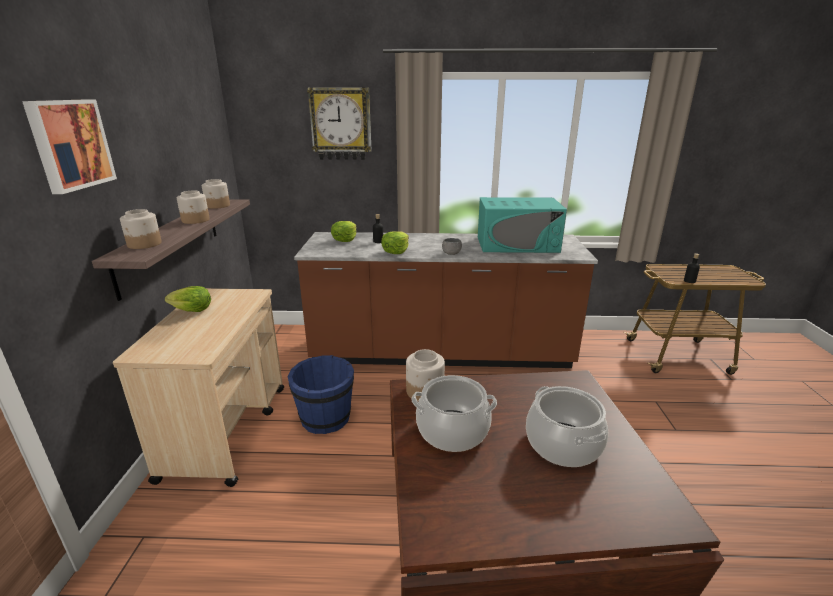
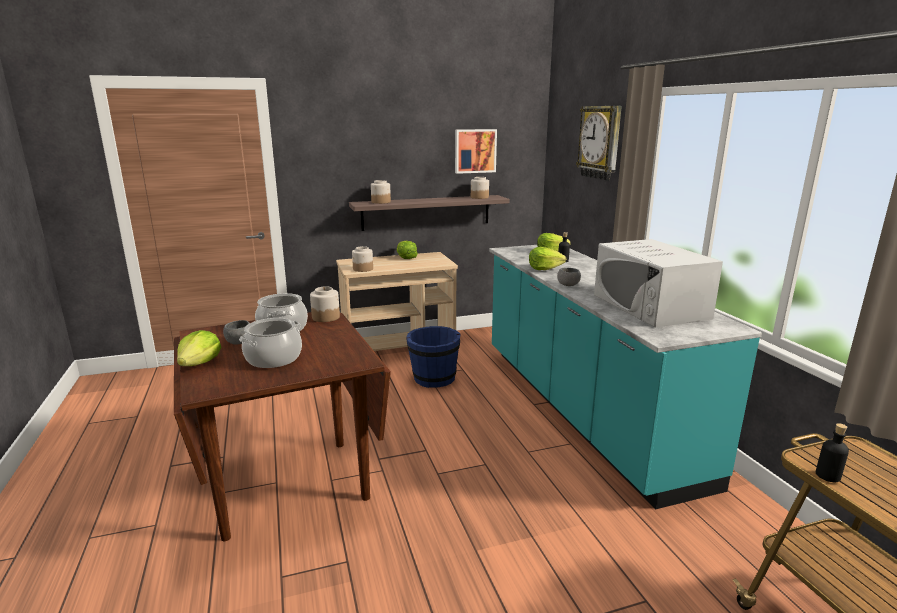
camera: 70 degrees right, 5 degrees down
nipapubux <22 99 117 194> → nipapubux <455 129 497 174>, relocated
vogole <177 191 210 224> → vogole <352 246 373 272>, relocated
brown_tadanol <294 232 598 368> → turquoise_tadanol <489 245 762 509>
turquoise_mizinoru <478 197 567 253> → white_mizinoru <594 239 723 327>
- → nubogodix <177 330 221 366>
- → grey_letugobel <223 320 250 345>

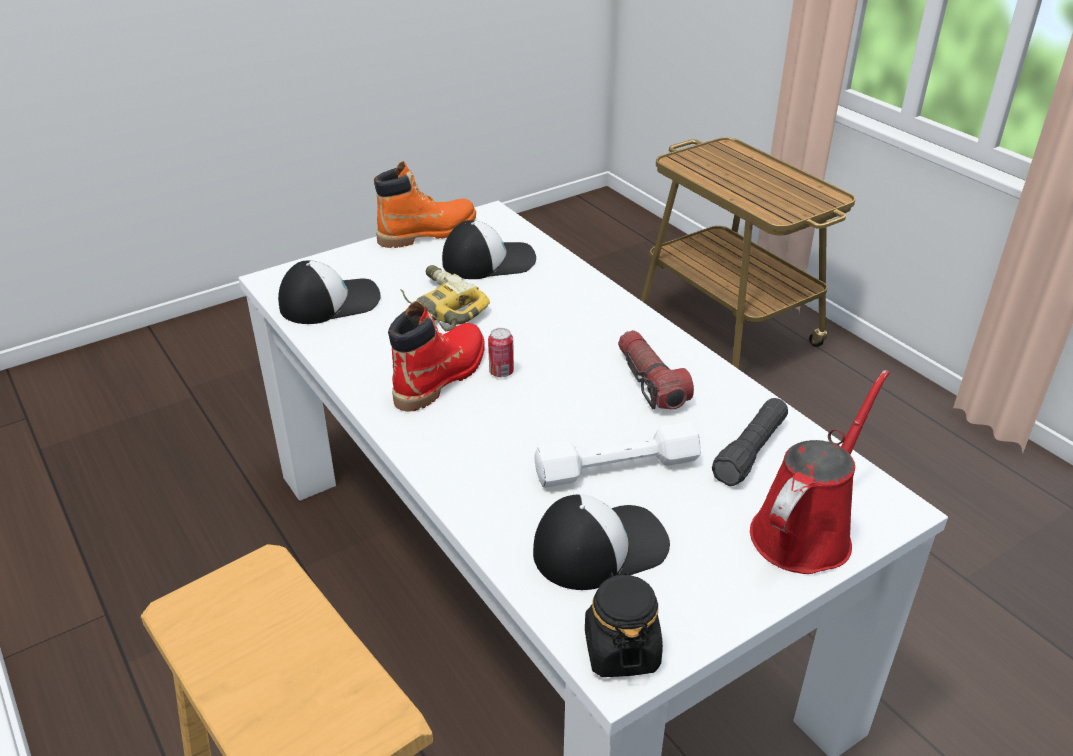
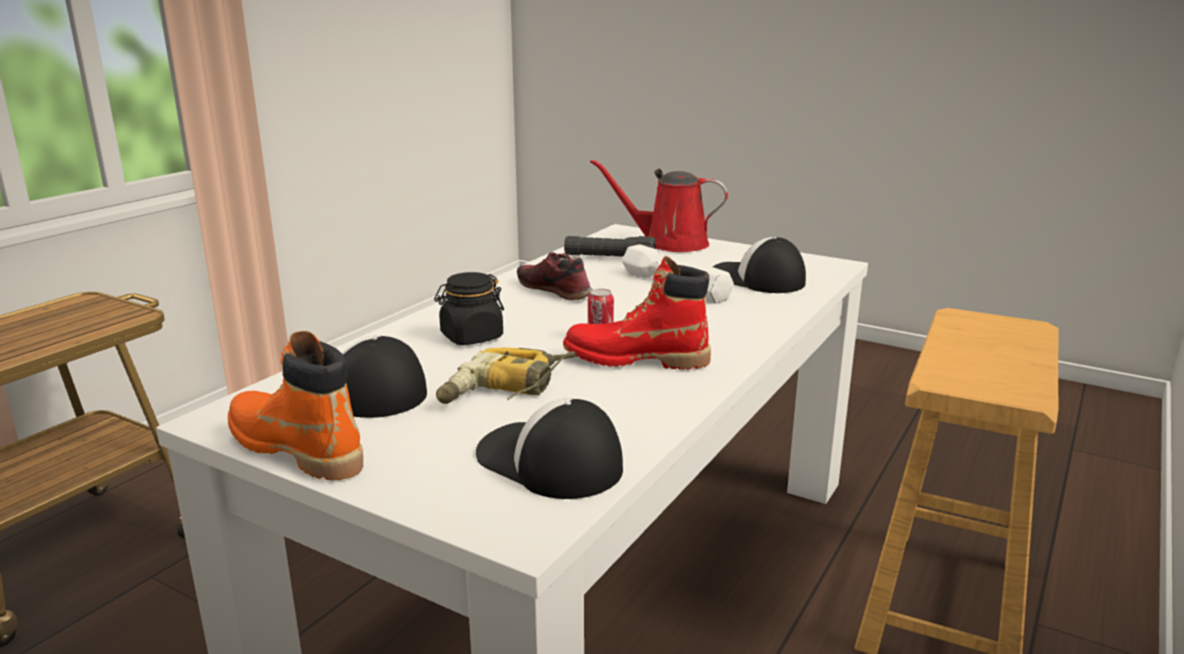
camera: 115 degrees left, 15 degrees down
black_vogole <585 571 663 677> → black_vogole <434 272 504 345>, relocated
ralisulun <618 330 694 410> → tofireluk <517 252 593 300>

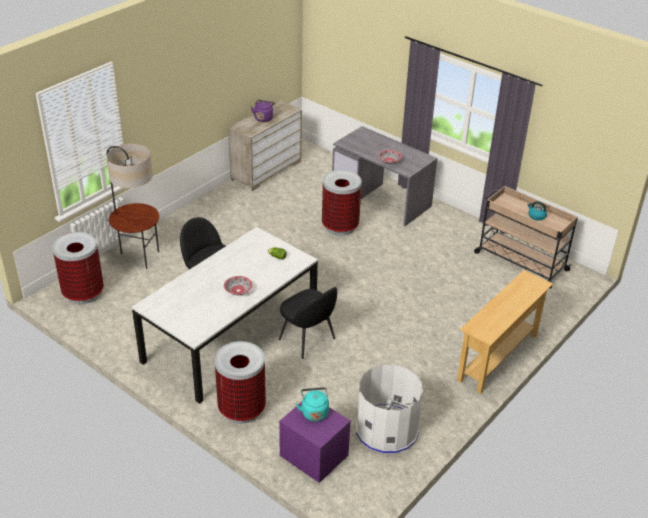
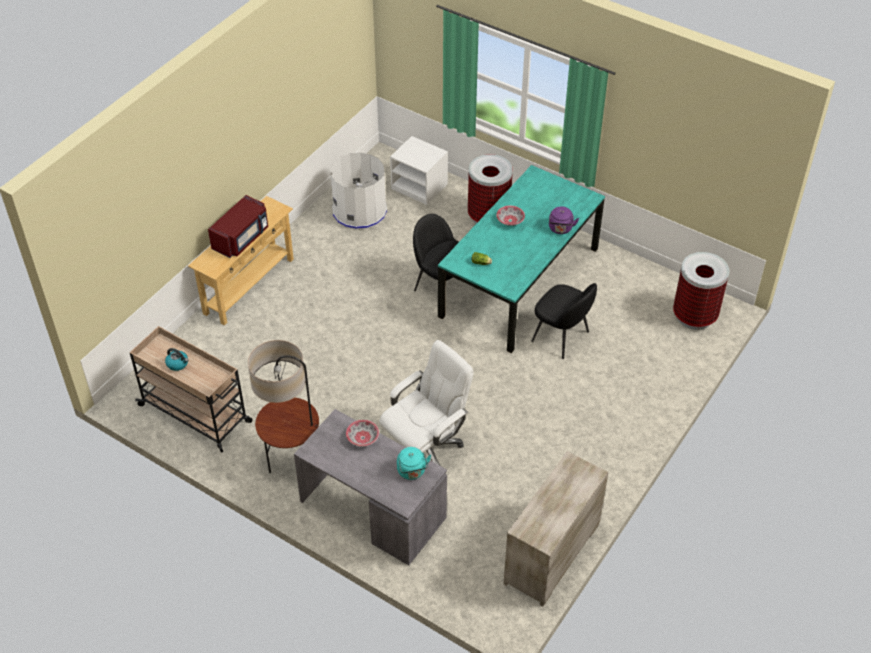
camera: 175 degrees right, 10 degrees up
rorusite <107 144 159 269> → rorusite <248 340 319 473>, relocated
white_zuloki <132 227 318 404> → turquoise_zuloki <438 165 605 353>
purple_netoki <251 100 275 122> → purple_netoki <549 206 579 234>, relocated
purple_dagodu <279 402 351 483> → white_dagodu <390 136 448 205>
turquoise_netoki <296 387 329 422> → turquoise_netoki <397 447 431 480>, relocated
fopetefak <322 170 362 236> → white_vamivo <379 340 474 466>
- → red_mizinoru <208 195 268 258>

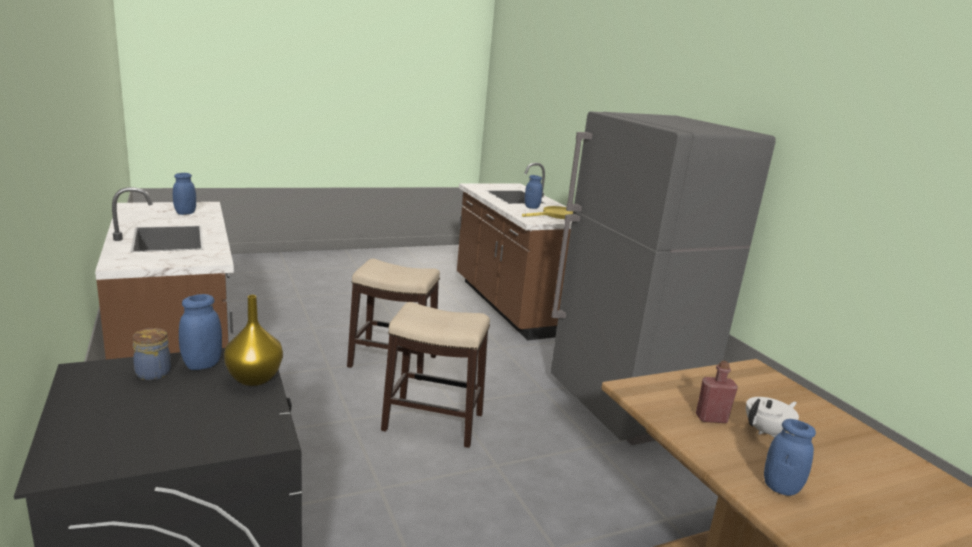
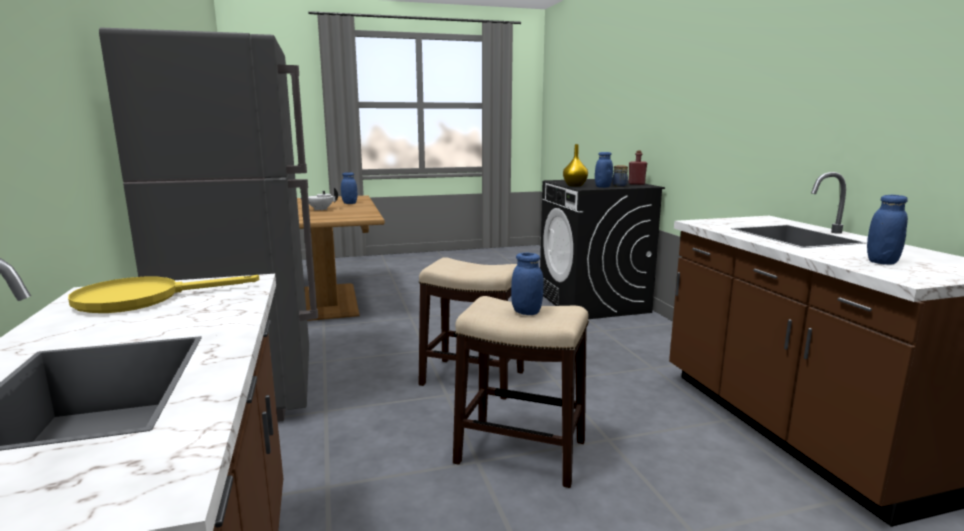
camera: 170 degrees left, 5 degrees down
blue_vogole <525 175 542 209> → blue_vogole <511 253 544 315>, relocated
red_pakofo <696 361 738 423> → red_pakofo <628 150 647 185>, relocated

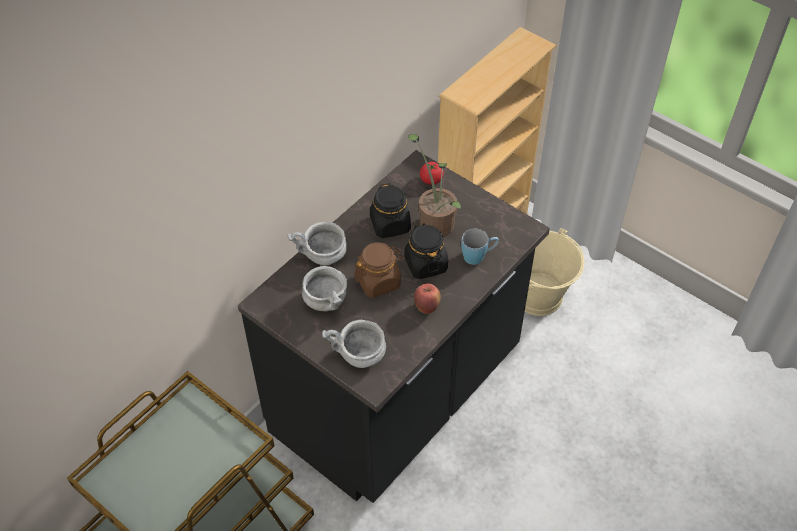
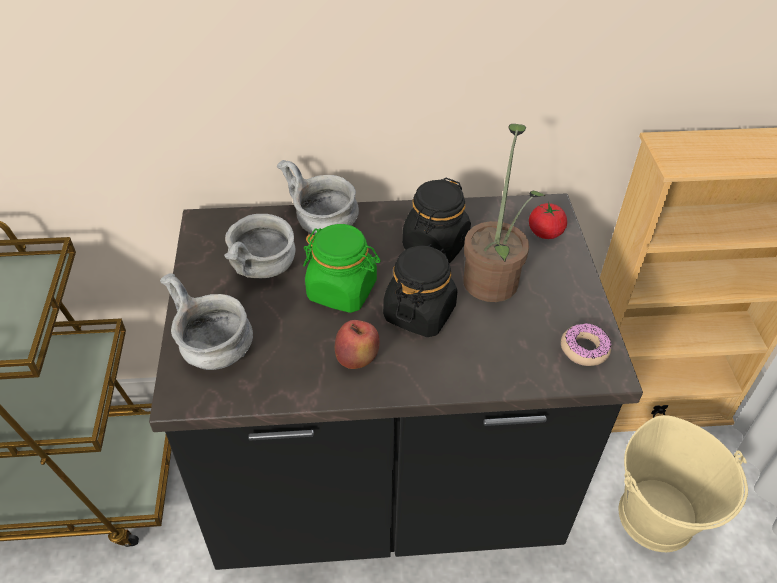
camera: 45 degrees right, 5 degrees down
brown_vogole <354 243 403 298> → green_vogole <303 224 381 313>
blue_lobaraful <461 229 499 265> → -
- → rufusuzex <561 323 611 366>

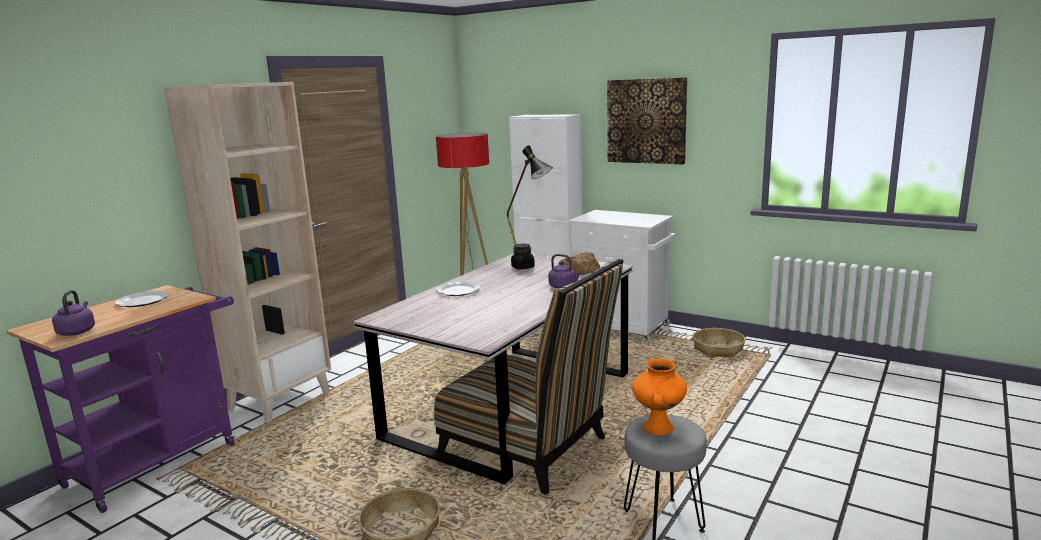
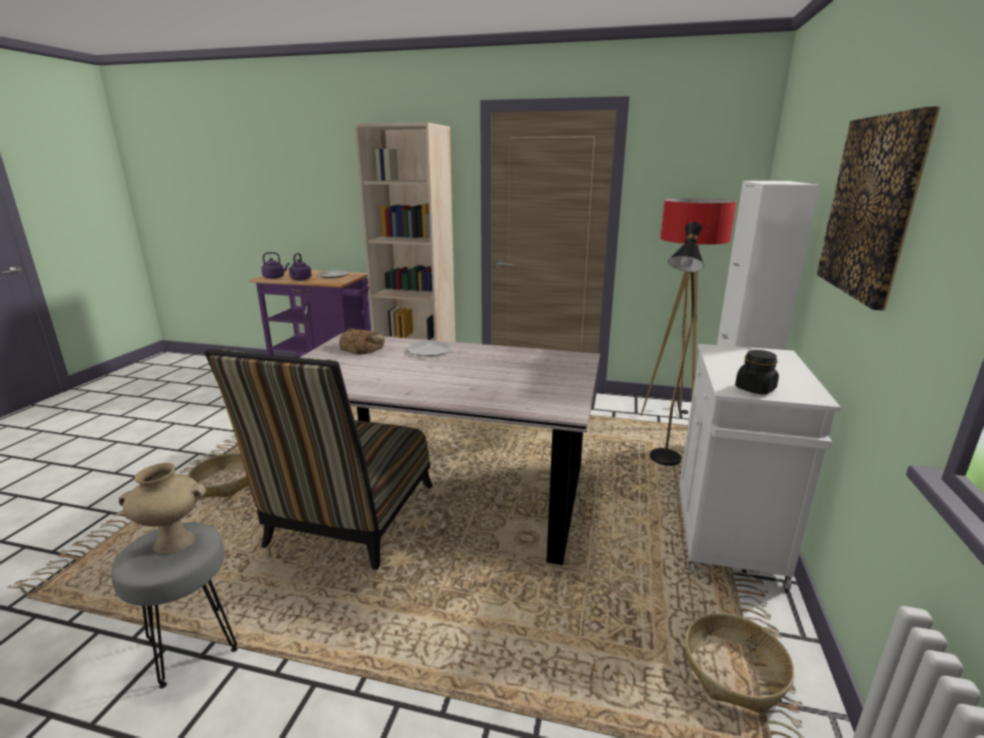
camera: 70 degrees right, 5 degrees up
black_vogole <511 244 535 269> → black_vogole <735 350 779 395>, relocated
purple_netoki <548 254 582 289> → purple_netoki <289 253 312 280>, relocated
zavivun <558 252 600 275> → zavivun <339 328 385 354>, relocated
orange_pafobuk <632 358 687 435> → beige_pafobuk <119 462 206 554>

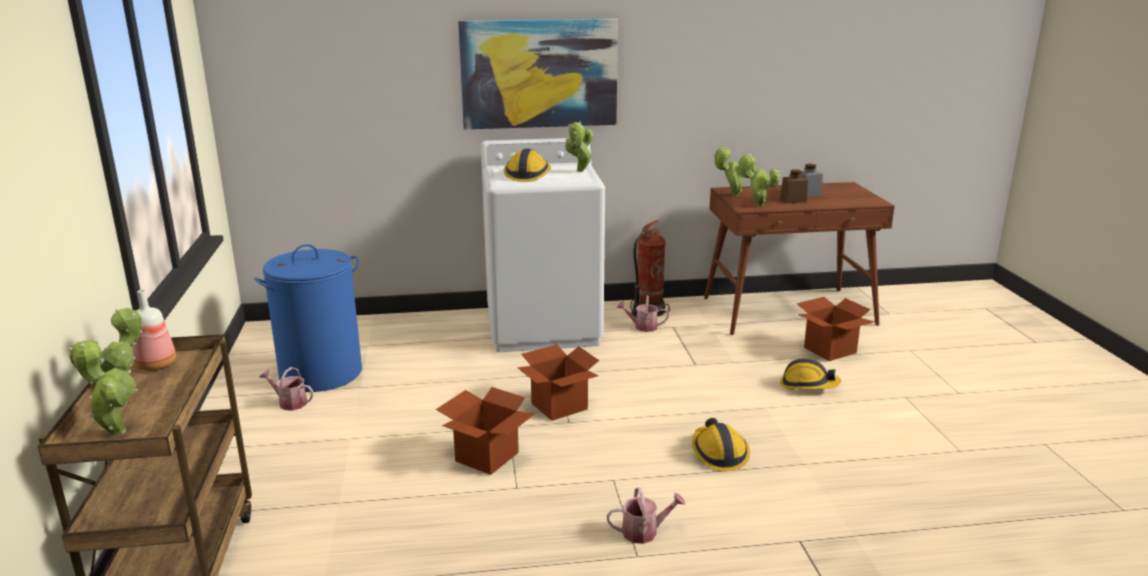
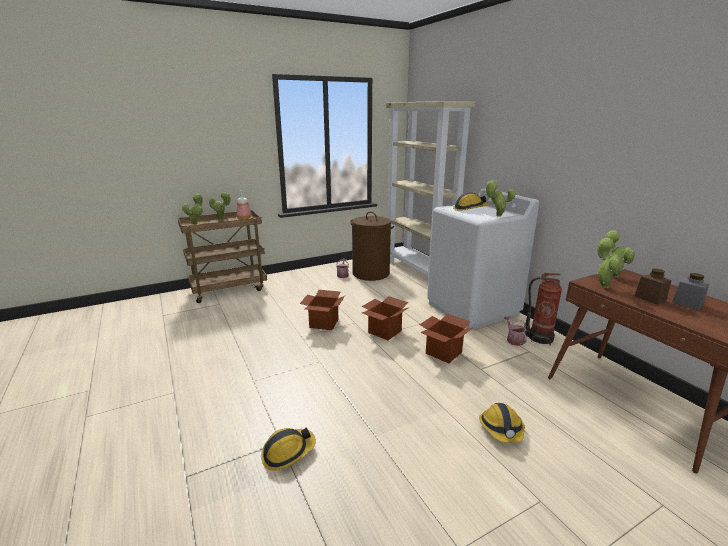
camera: 70 degrees right, 0 degrees up
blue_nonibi <254 244 362 392> → brown_nonibi <350 212 394 281>
nipapubux <458 19 618 129> → -
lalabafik <607 487 686 544> → -
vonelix <692 418 750 471> → vonelix <261 428 316 471>, relocated
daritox <796 297 874 361> → daritox <419 313 472 363>, relocated
- → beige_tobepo <386 101 476 285>

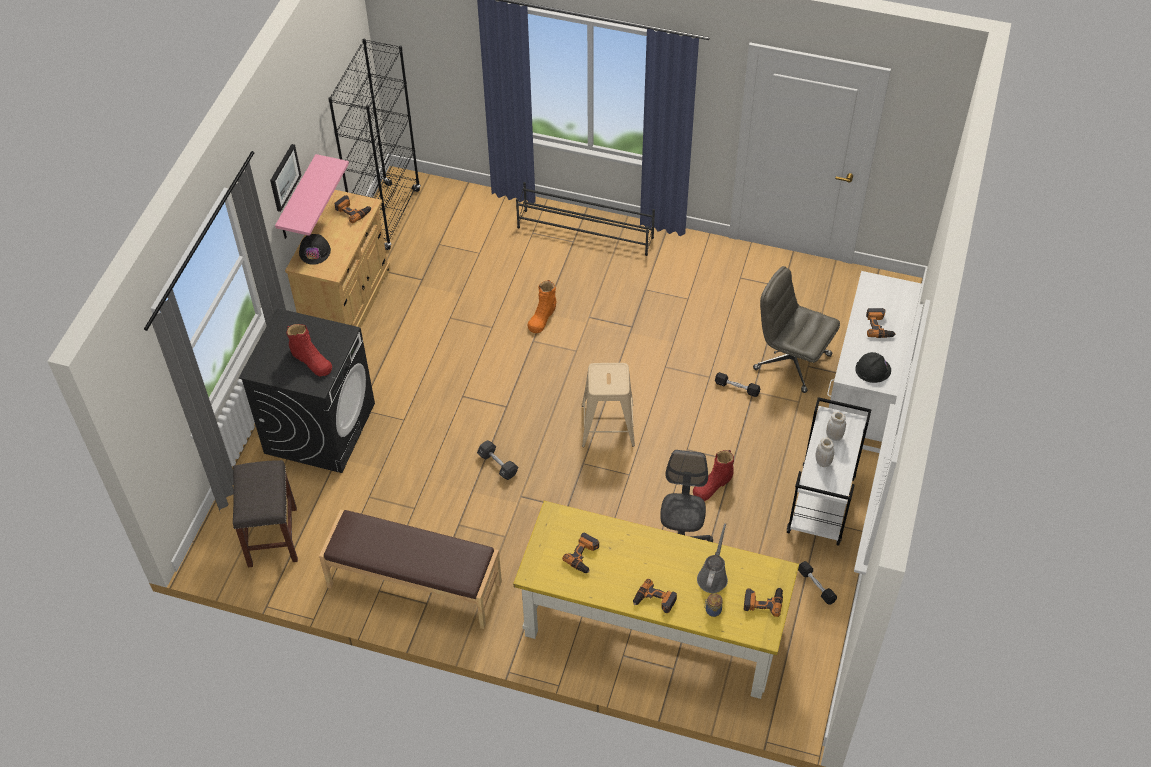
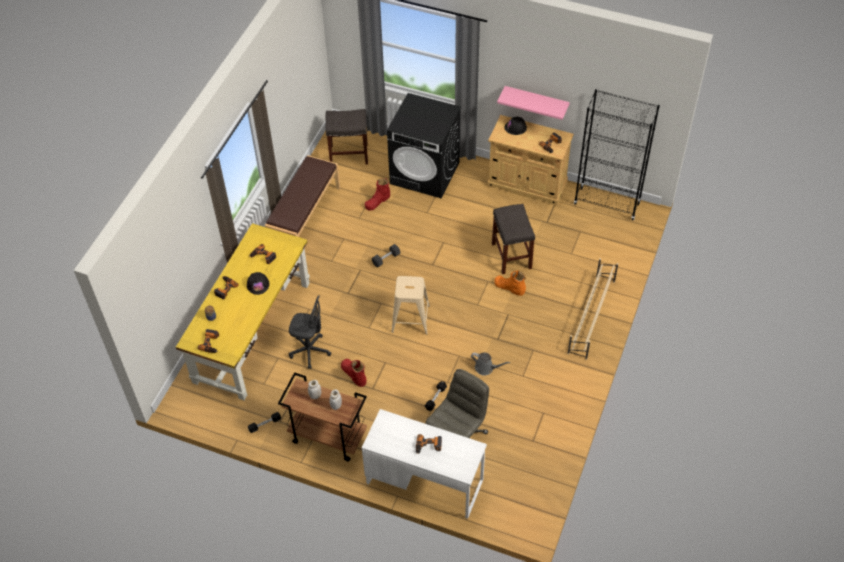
camera: 95 degrees right, 0 degrees up
nipapubux <270 144 302 212> → -
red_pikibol <287 324 332 376> → red_pikibol <365 178 390 211>, relocated
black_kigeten <516 182 655 256> → beige_kigeten <567 258 618 360>
grey_lalabafik <697 523 728 593> → grey_lalabafik <471 352 511 376>, relocated
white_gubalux <787 397 872 546> → brown_gubalux <278 372 367 462>
black_vonelix <855 352 891 383> → black_vonelix <247 272 269 295>, relocated
- → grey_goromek <492 204 535 274>

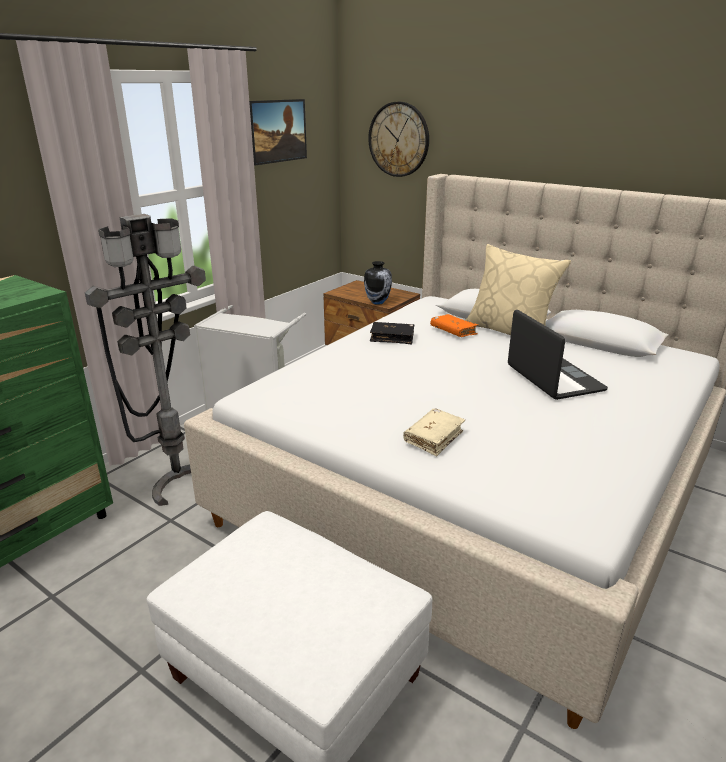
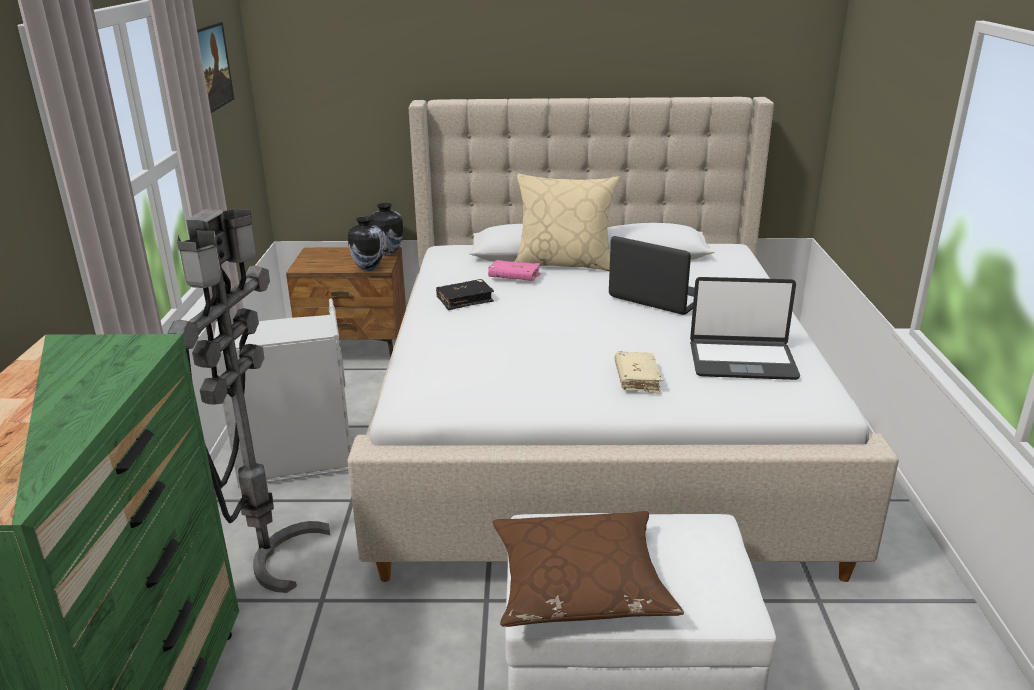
camera: 35 degrees left, 0 degrees up
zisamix <368 102 429 177> → -
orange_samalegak <430 314 479 337> → pink_samalegak <488 260 541 281>
- → pafobuk <370 203 403 255>
- → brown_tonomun <493 511 684 627>
- → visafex <690 277 800 380>

